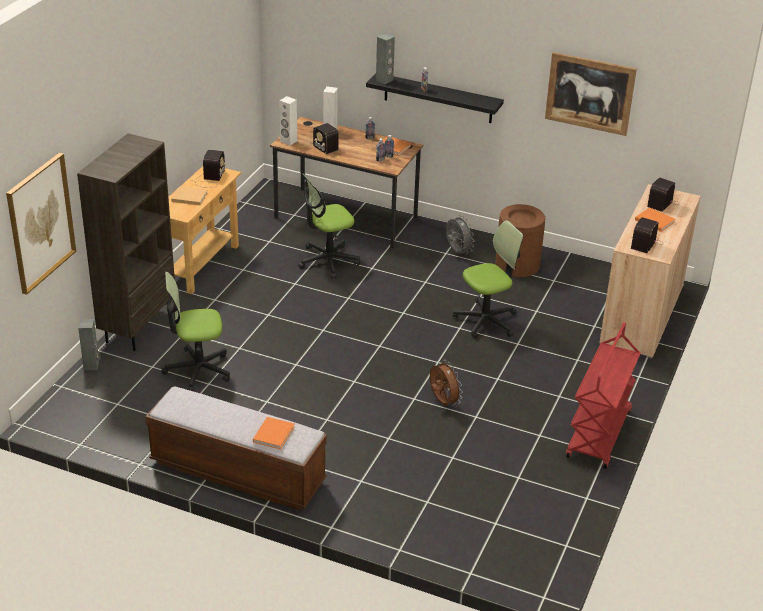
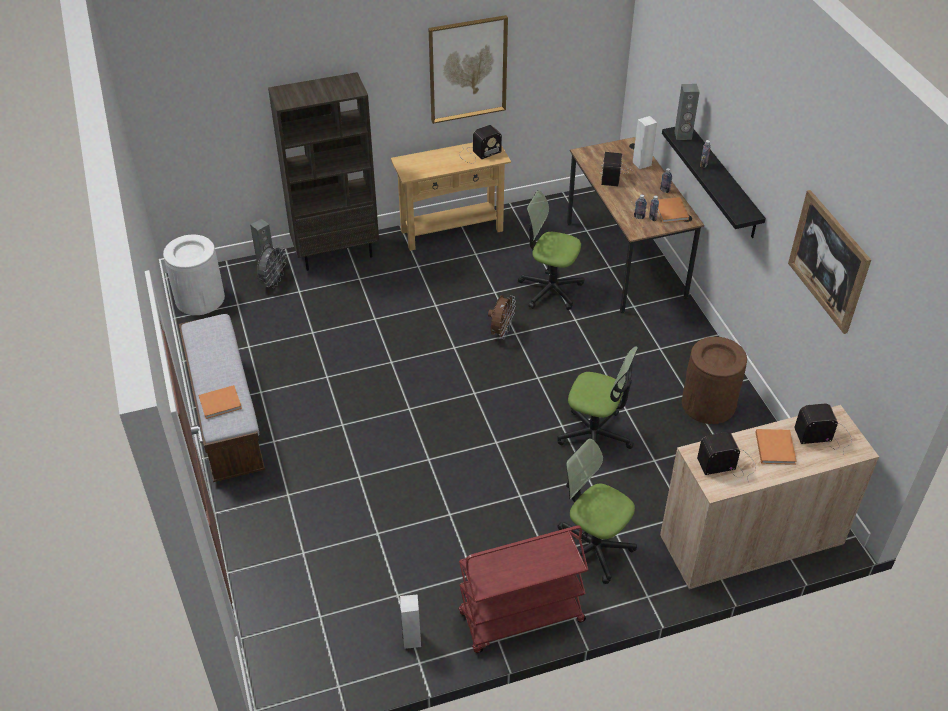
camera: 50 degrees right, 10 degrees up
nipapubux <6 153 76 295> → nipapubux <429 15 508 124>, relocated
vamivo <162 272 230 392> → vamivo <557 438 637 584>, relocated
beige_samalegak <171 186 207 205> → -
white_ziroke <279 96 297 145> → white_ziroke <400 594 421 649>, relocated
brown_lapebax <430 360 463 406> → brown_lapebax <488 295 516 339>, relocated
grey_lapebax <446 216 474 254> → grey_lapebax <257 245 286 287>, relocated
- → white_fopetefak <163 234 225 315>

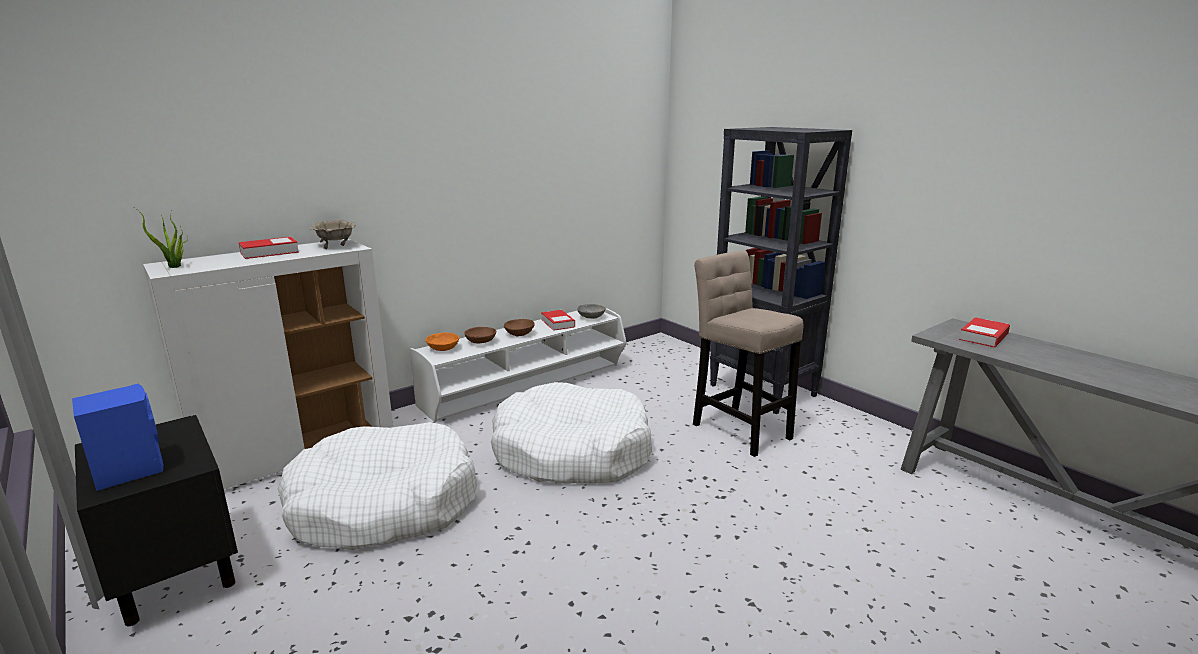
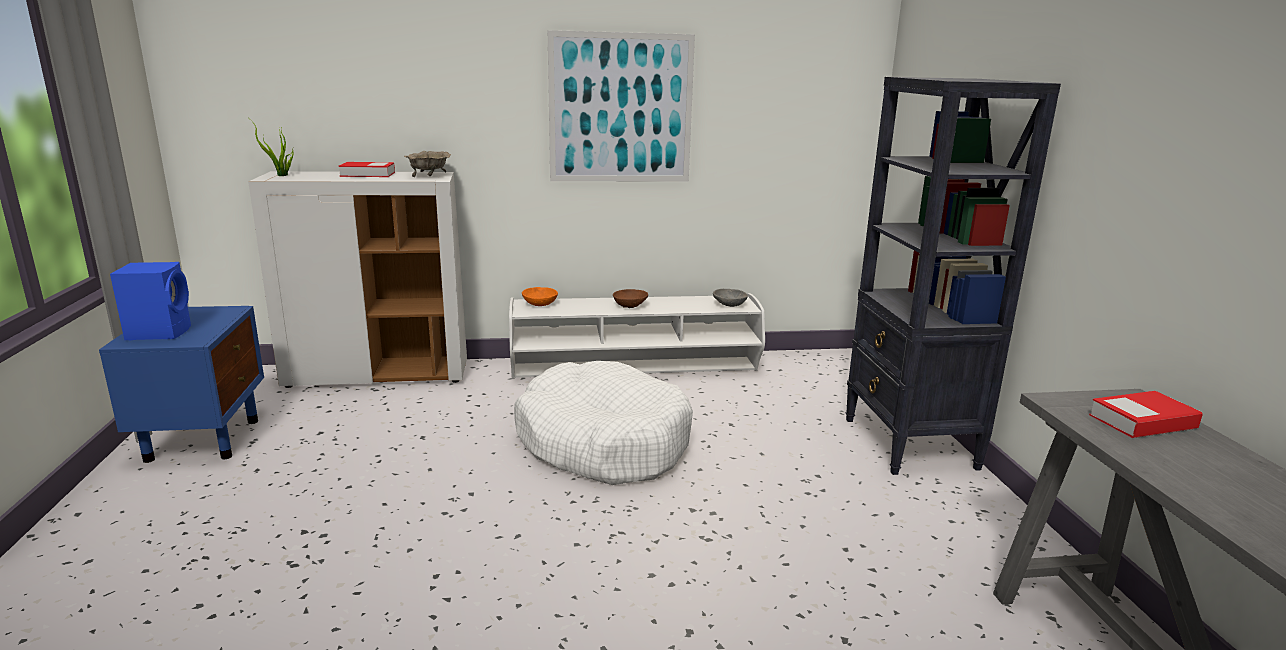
camera: 30 degrees right, 0 degrees up
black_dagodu <75 415 238 626> → blue_dagodu <99 306 264 463>
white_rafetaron <278 422 477 550> → -
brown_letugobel <464 327 496 344> → -
samalegak <541 310 575 331> → -
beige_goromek <693 250 803 457> → -
- → nipapubux <548 30 695 182>

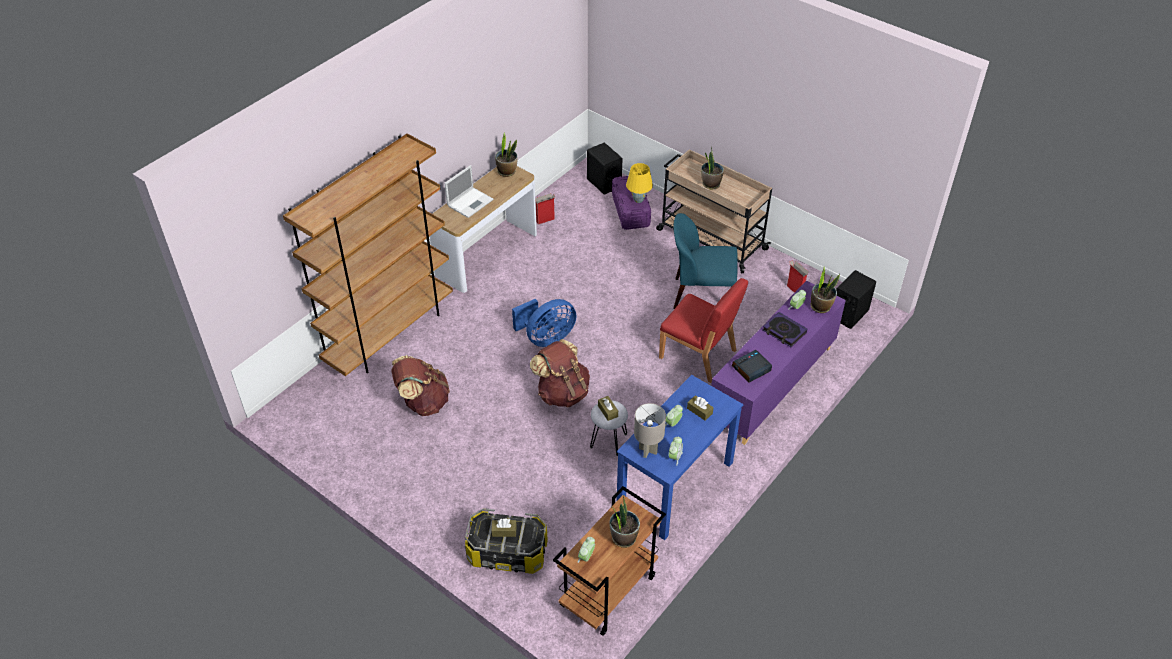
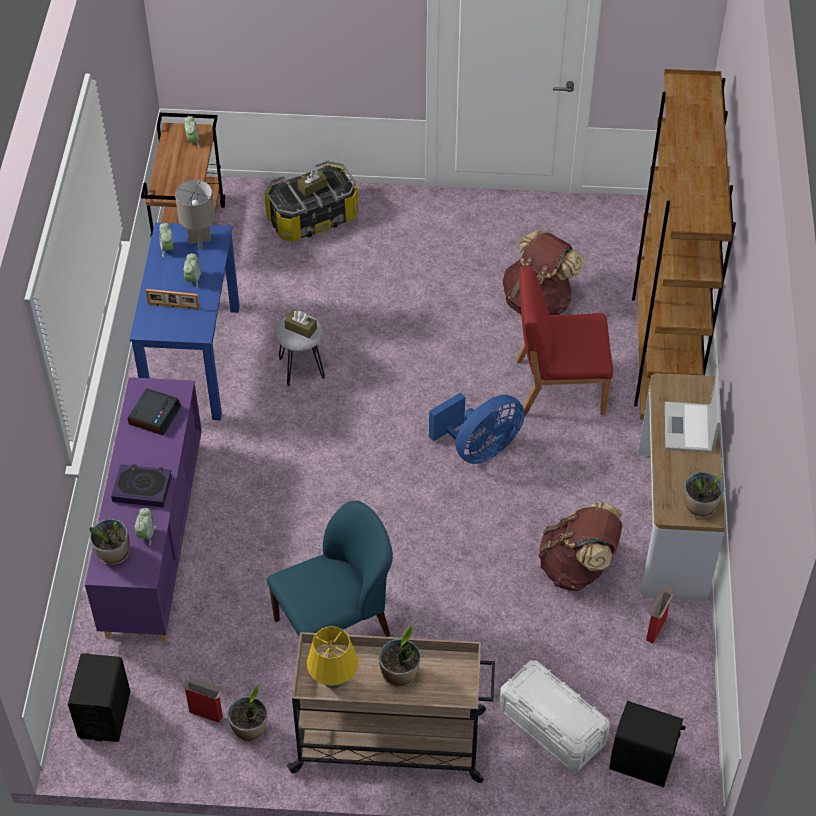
camera: 145 degrees right, 5 degrees up
blue_lapebax <512 299 576 347> → blue_lapebax <429 392 525 464>, 150 degrees counterclockwise
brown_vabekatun <530 339 590 407> → brown_vabekatun <538 502 623 591>, relocated
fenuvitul <609 495 640 548> → fenuvitul <228 684 267 742>, relocated
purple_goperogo <612 176 651 230> → white_goperogo <500 660 610 772>
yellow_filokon <626 163 653 203> → yellow_filokon <307 626 358 689>, relocated
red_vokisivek <659 278 748 383> → red_vokisivek <516 266 613 417>, relocated
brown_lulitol <687 395 714 421> → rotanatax <146 289 199 310>

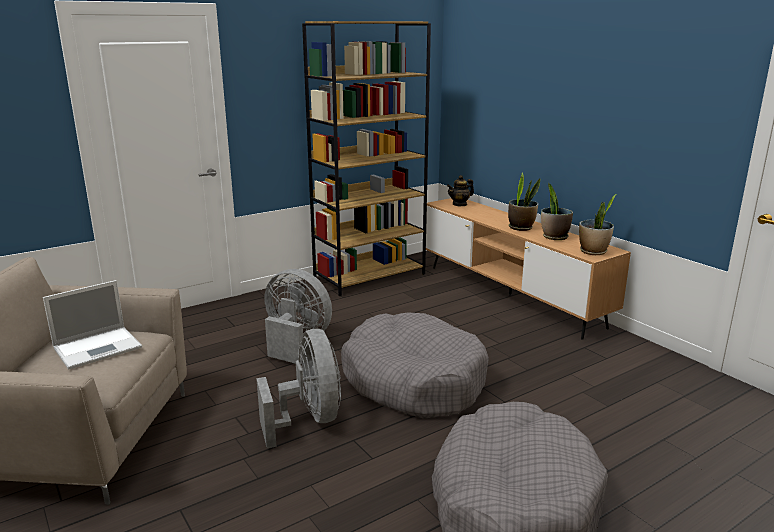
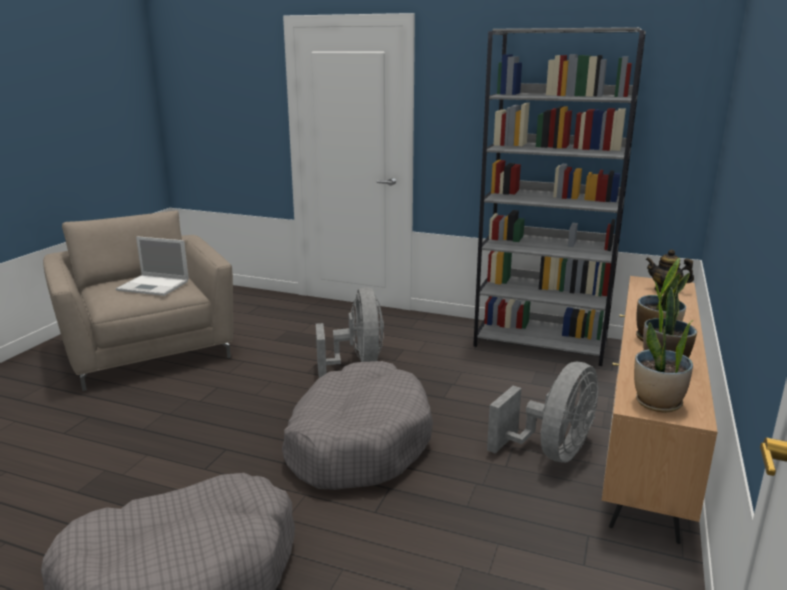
camera: 55 degrees right, 0 degrees up
grey_lapebax <256 329 341 448> → grey_lapebax <487 362 598 463>, relocated
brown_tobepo <302 21 431 296> → grey_tobepo <473 27 646 366>

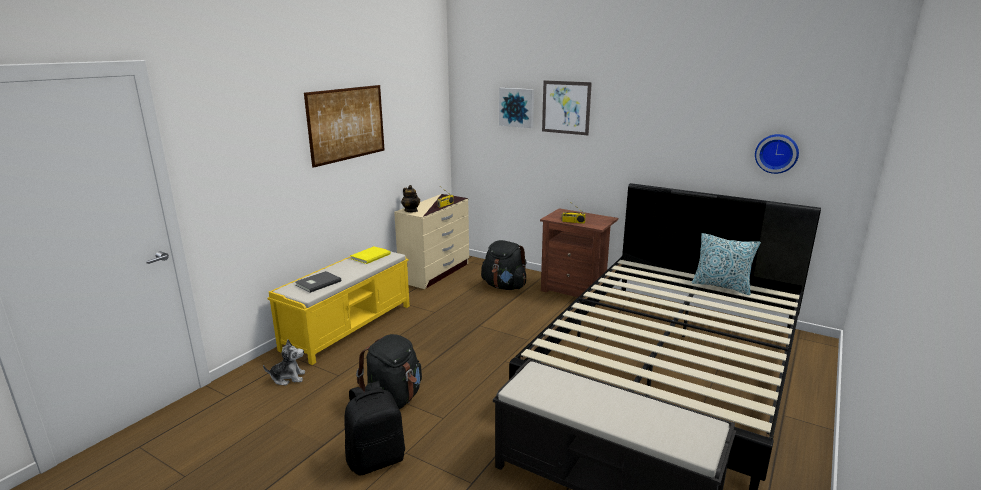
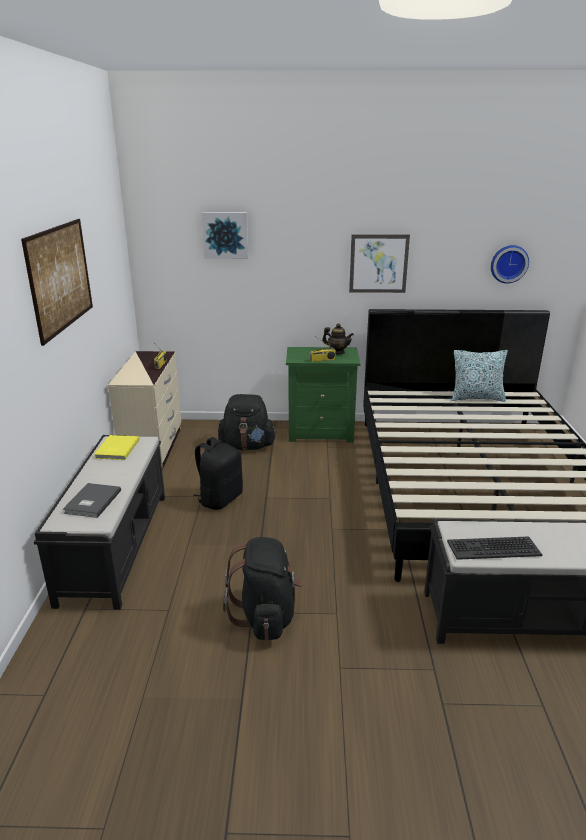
camera: 30 degrees left, 5 degrees up
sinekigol <263 340 305 386> → -
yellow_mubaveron <267 246 410 365> → black_mubaveron <34 435 165 610>
black_vabekatun <344 381 405 476> → black_vabekatun <193 437 243 510>, relocated
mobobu <401 185 420 212> → mobobu <322 323 354 354>, relocated
brown_dagodu <540 208 618 297> → green_dagodu <286 347 360 443>
nipapubux <542 80 592 135> → nipapubux <349 234 410 293>, relocated
- → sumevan <447 536 543 560>

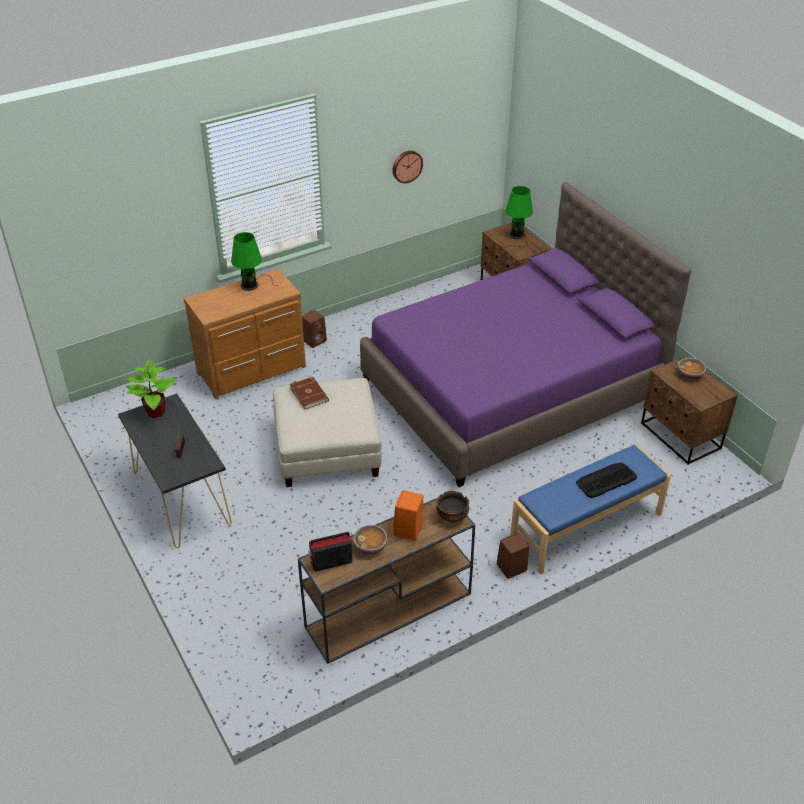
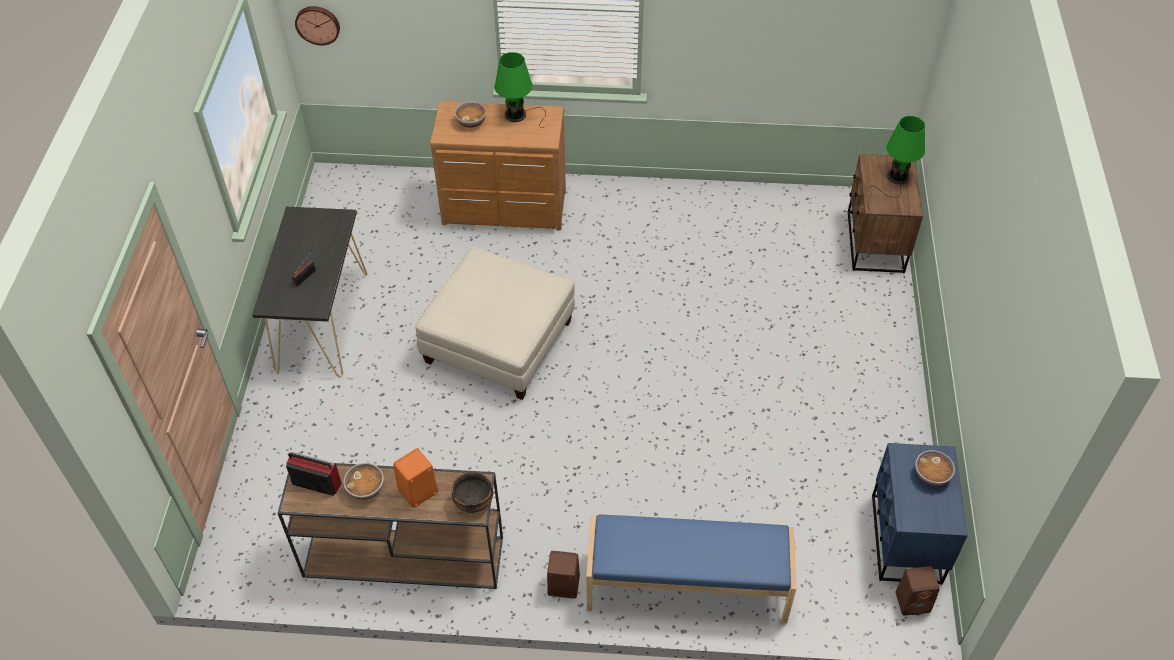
camera: 35 degrees right, 10 degrees up
fenuvitul <125 358 177 418> → -
brown_samalegak <290 377 329 410> → -
brown_ziroke <302 310 327 348> → brown_ziroke <895 566 939 616>, relocated
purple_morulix <360 182 691 487> → -
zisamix <393 151 423 183> → zisamix <295 6 340 45>, relocated
sumevan <576 462 637 498> → -
brown_dagodu <641 356 738 465> → blue_dagodu <872 443 968 585>
- → letugobel <455 101 486 128>

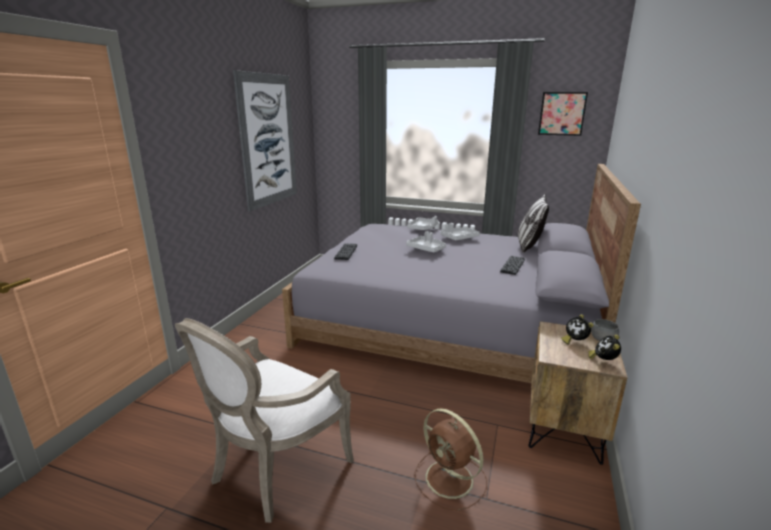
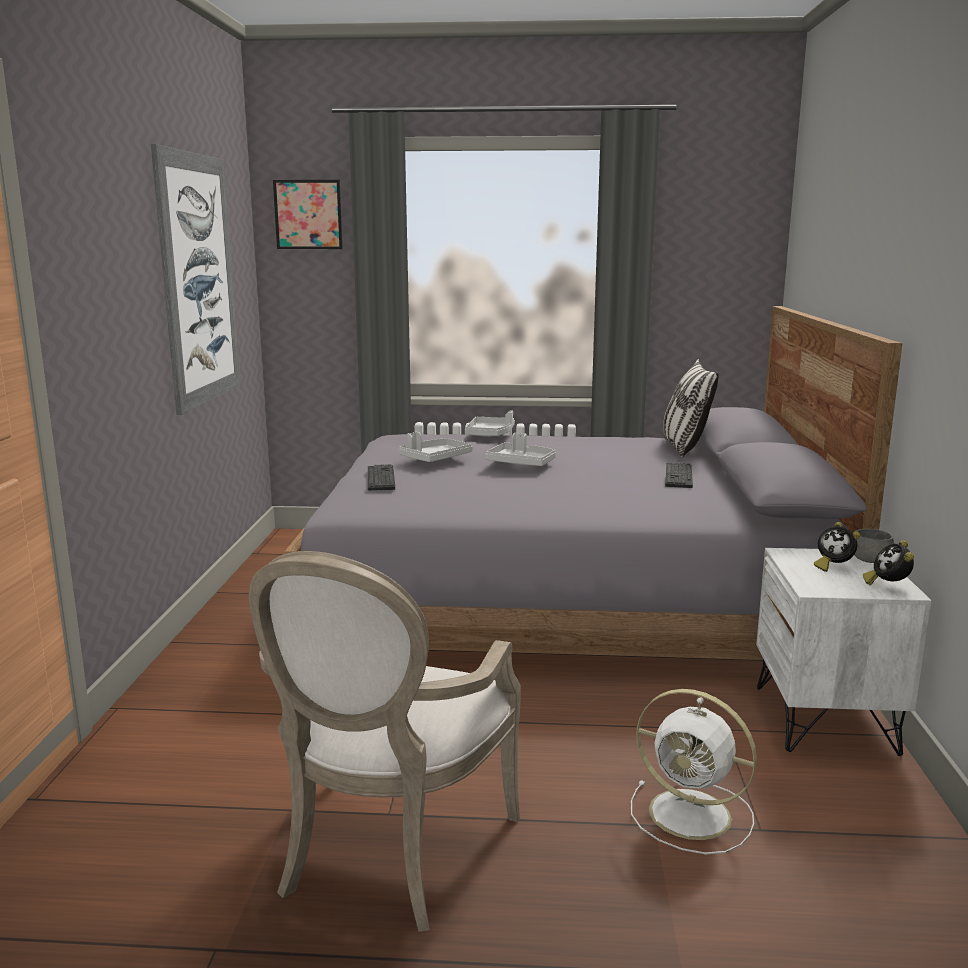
camera: 15 degrees left, 5 degrees down
brown_lapebax <415 408 487 510> → white_lapebax <631 689 757 855>
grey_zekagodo <440 223 480 240> → grey_zekagodo <398 432 473 462>, relocated
brown_dagodu <528 321 628 465> → white_dagodu <756 548 931 756>
nipapubux <538 92 588 136> → nipapubux <273 180 343 249>, relocated

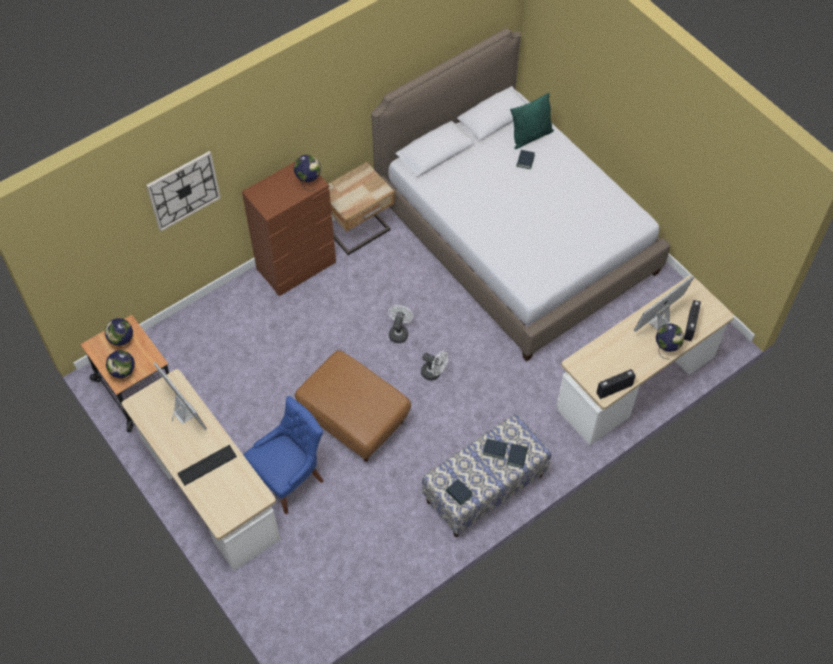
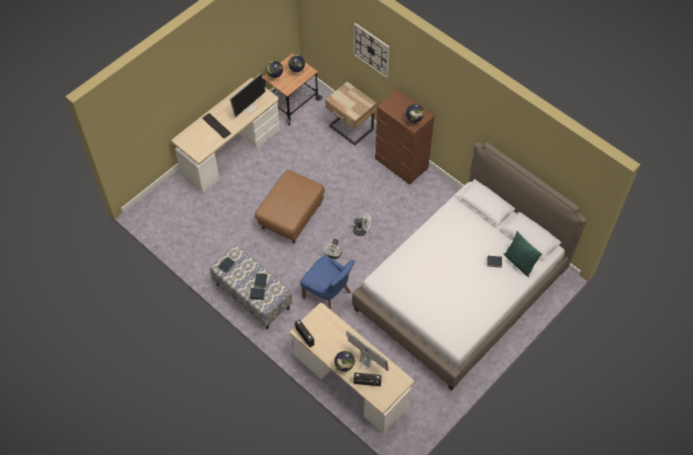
camera: 80 degrees right, 0 degrees up
blue_vokisivek <244 396 324 514> → blue_vokisivek <300 255 355 310>, relocated
beige_dagodu <329 162 395 255> → beige_dagodu <325 82 377 145>, relocated

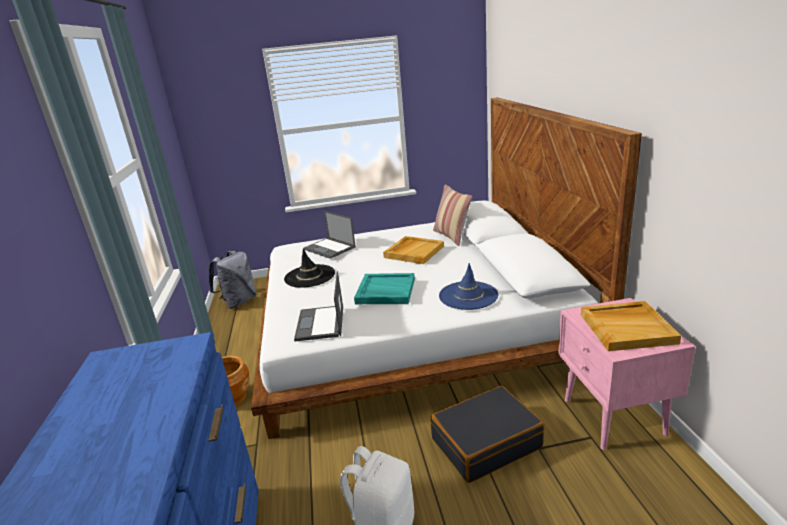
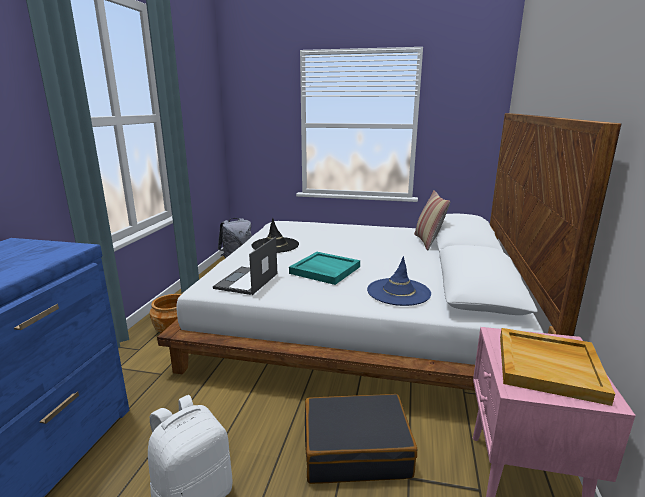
camera: 20 degrees right, 5 degrees down
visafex <304 211 356 259> → -
beige_zekagodo <383 236 444 264> → -

